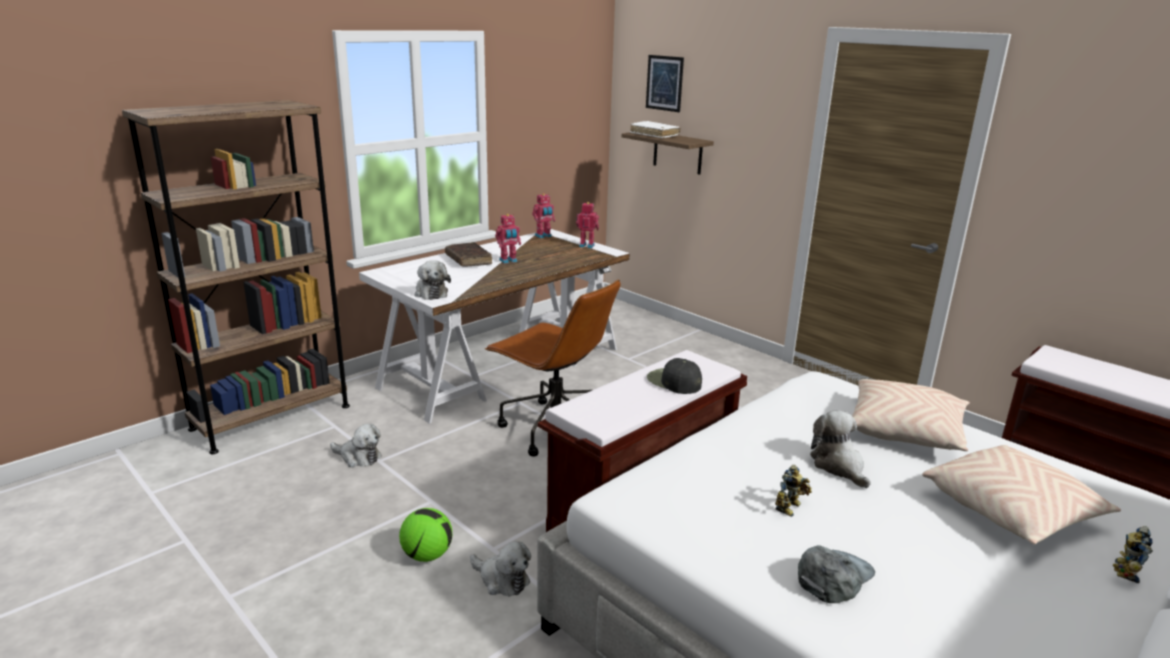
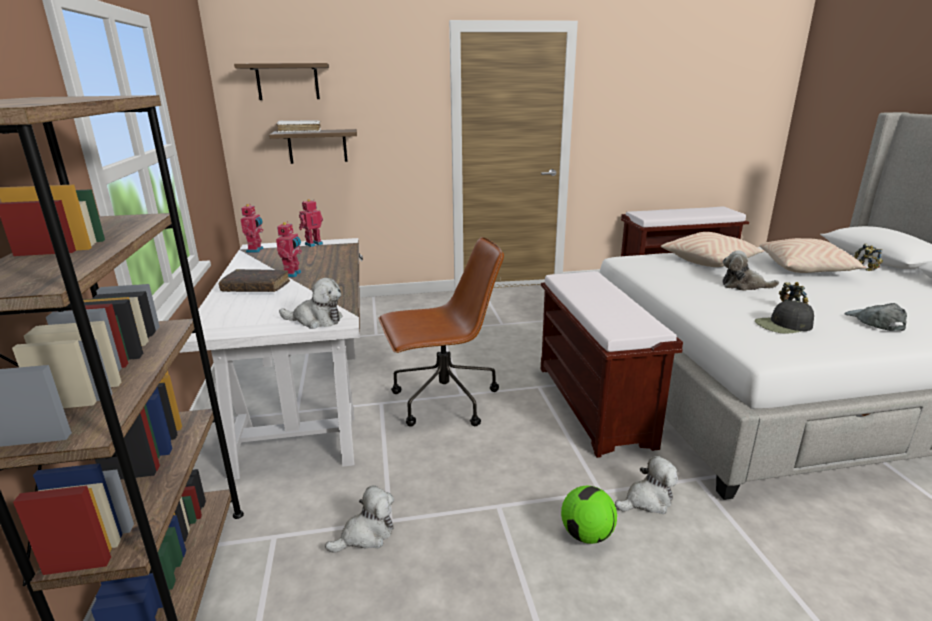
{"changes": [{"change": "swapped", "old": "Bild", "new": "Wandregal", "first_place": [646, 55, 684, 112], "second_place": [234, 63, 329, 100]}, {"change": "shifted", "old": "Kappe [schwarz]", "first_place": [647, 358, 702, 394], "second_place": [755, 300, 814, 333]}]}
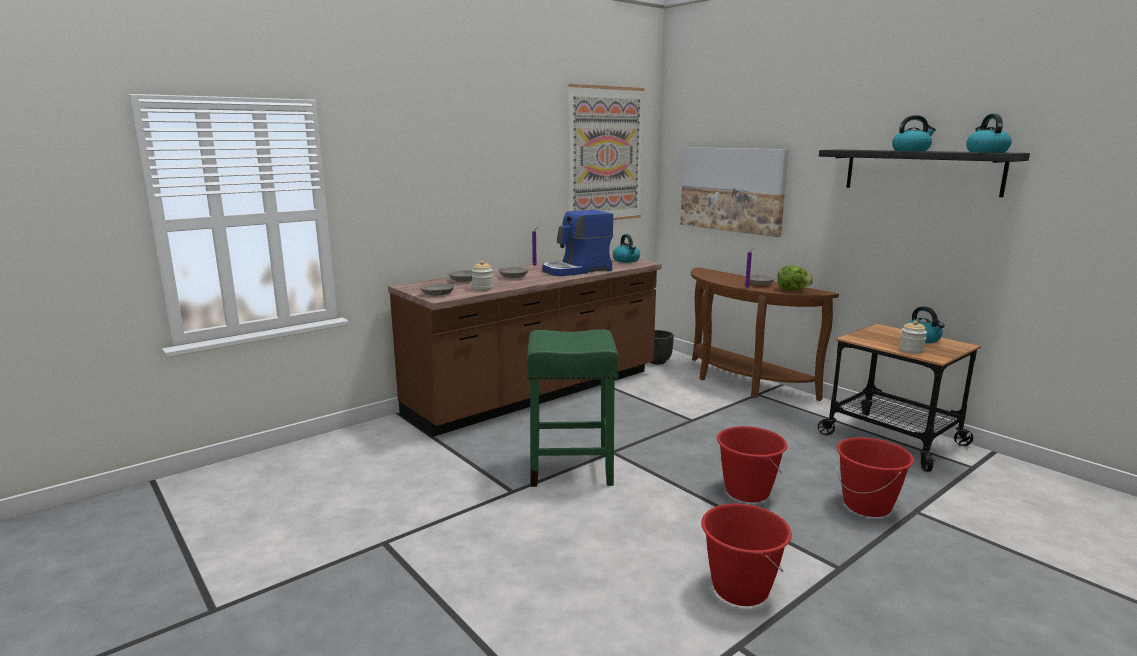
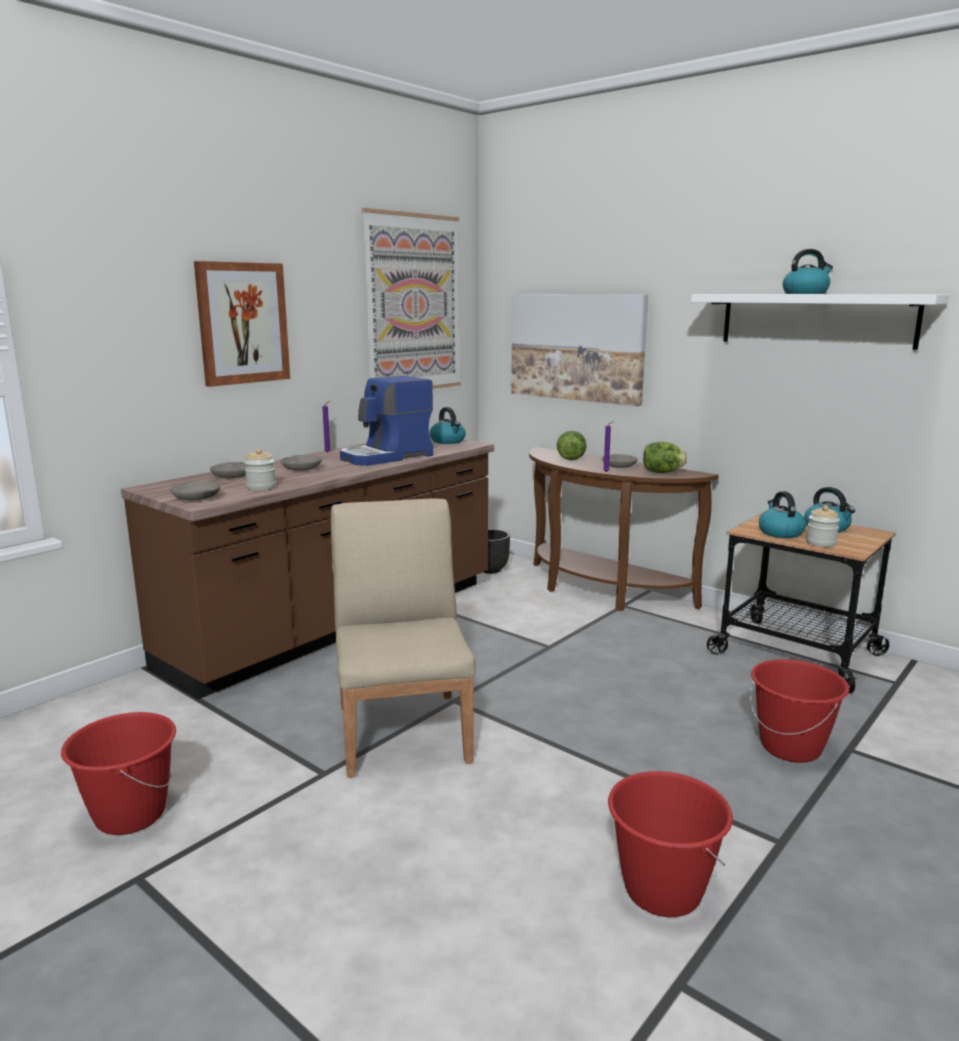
{"changes": [{"change": "shifted", "old": "Eimer [rot]", "first_place": [717, 426, 787, 502], "second_place": [61, 712, 176, 835]}, {"change": "new", "new": "Bild", "second_place": [194, 261, 290, 387]}, {"change": "swapped", "old": "Hocker [grün]", "new": "Stuhl [beige]", "first_place": [527, 329, 619, 487], "second_place": [331, 499, 476, 778]}, {"change": "new", "new": "Salatkopf", "second_place": [557, 430, 586, 460]}, {"change": "repainted", "old": "Wandregal [schwarz]", "new": "Wandregal [weiß]", "first_place": [819, 149, 1030, 197], "second_place": [691, 294, 949, 350]}, {"change": "shifted", "old": "Wasserkessel", "first_place": [966, 114, 1012, 153], "second_place": [759, 491, 806, 538]}]}
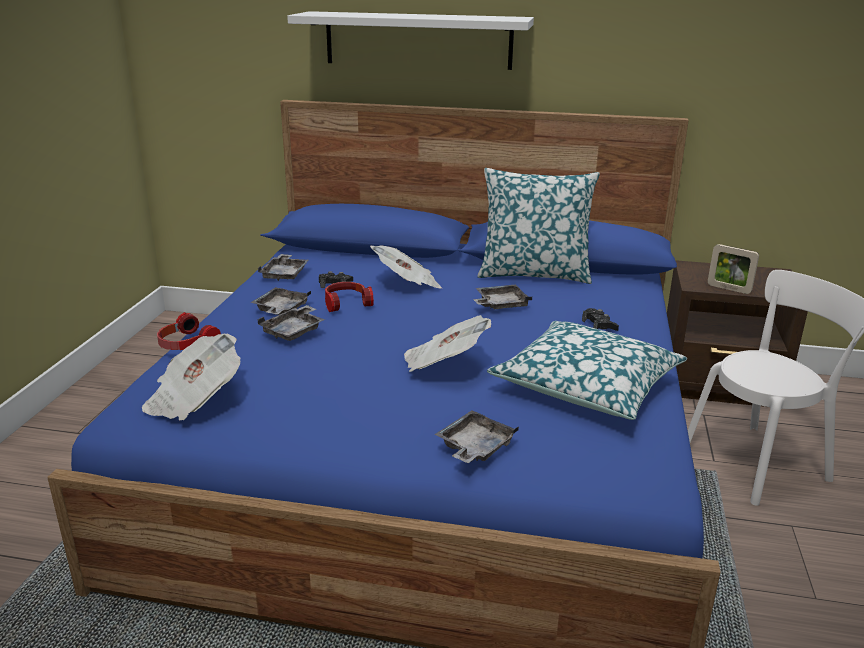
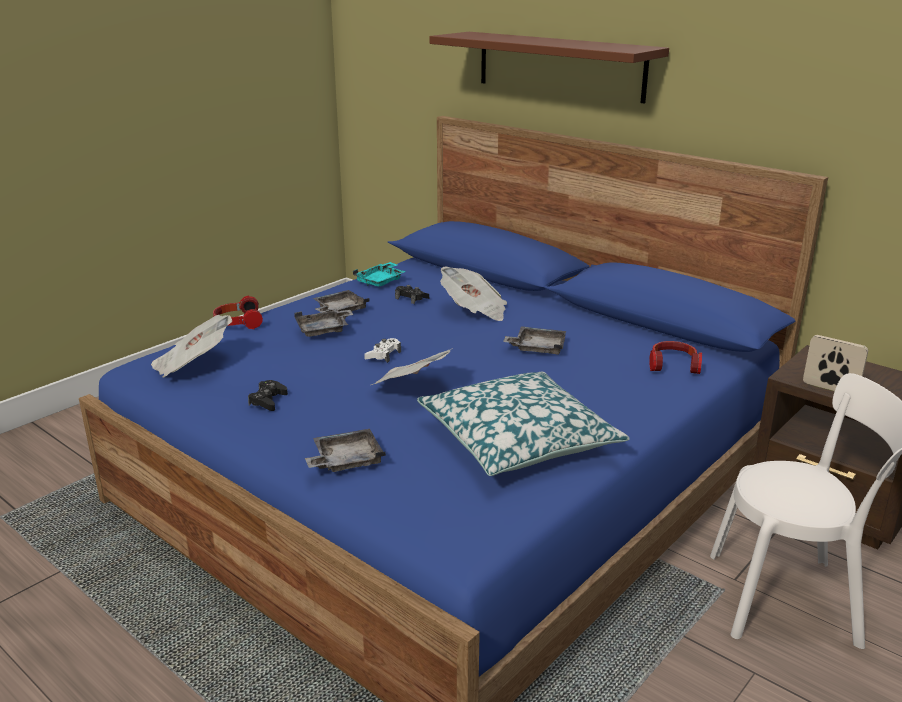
{"changes": [{"change": "shifted", "old": "Gamepad [schwarz]", "first_place": [582, 308, 619, 331], "second_place": [248, 380, 288, 411]}, {"change": "repainted", "old": "Tablett [grau]", "new": "Tablett [türkis]", "first_place": [258, 254, 309, 281], "second_place": [353, 262, 406, 286]}, {"change": "new", "new": "Gamepad [weiß]", "second_place": [364, 338, 401, 363]}, {"change": "repainted", "old": "Wandregal [weiß]", "new": "Wandregal [braun]", "first_place": [287, 11, 534, 70], "second_place": [429, 32, 669, 104]}, {"change": "shifted", "old": "Kopfhörer", "first_place": [325, 282, 374, 312], "second_place": [649, 341, 702, 374]}, {"change": "rotated", "old": "Bilderrahmen", "first_place": [708, 244, 759, 294], "second_place": [803, 335, 868, 391], "degrees": 150}, {"change": "gone", "old": "Kissen", "first_place": [477, 168, 600, 284]}]}
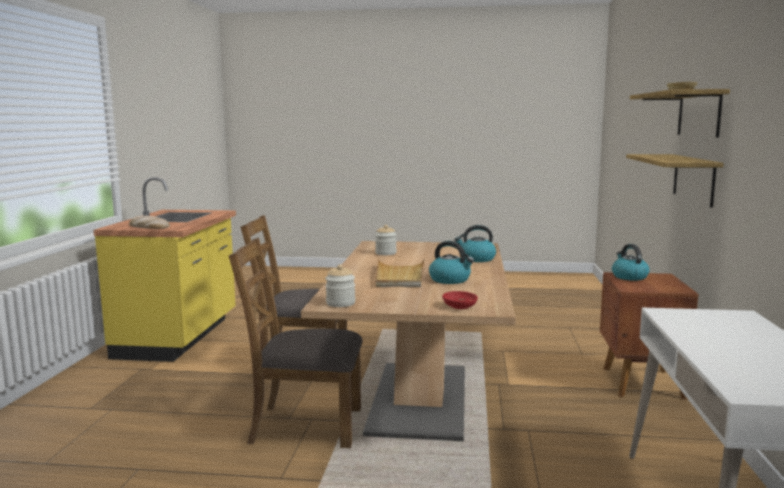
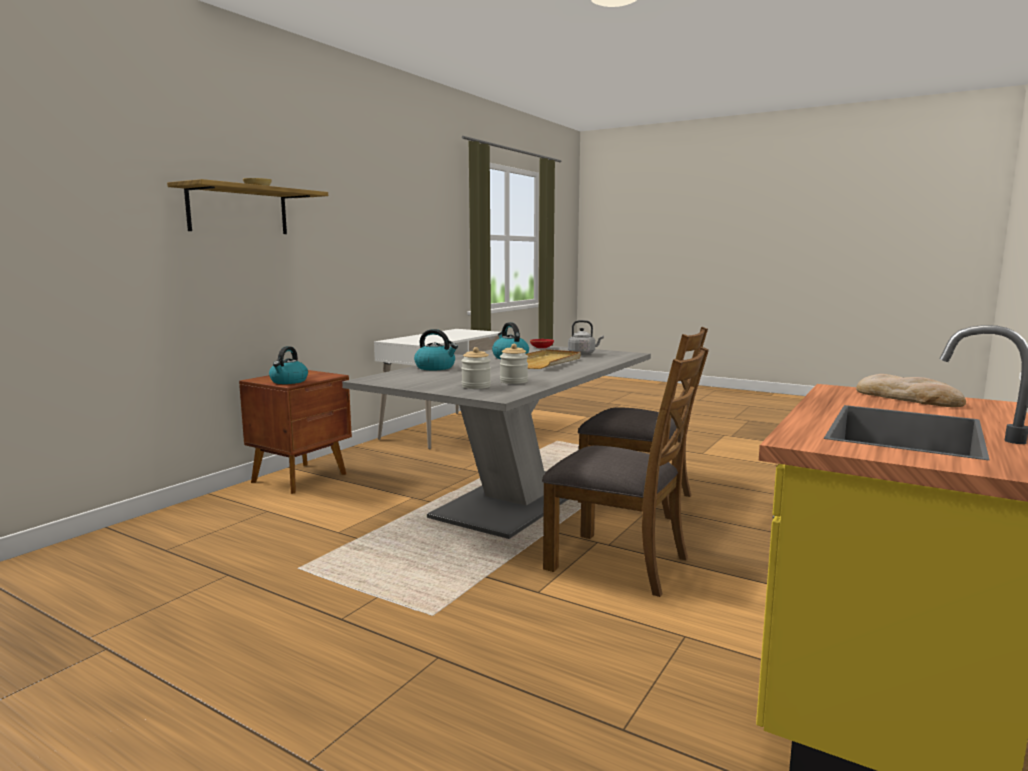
{"changes": [{"change": "repainted", "old": "Esstisch [braun]", "new": "Esstisch [grau]", "first_place": [301, 241, 516, 441], "second_place": [342, 344, 651, 539]}, {"change": "shifted", "old": "Vorratsglas", "first_place": [325, 264, 355, 307], "second_place": [461, 347, 491, 389]}, {"change": "new", "new": "Wasserkessel [grau]", "second_place": [568, 320, 604, 355]}, {"change": "gone", "old": "Wandregal", "first_place": [626, 154, 724, 208]}]}
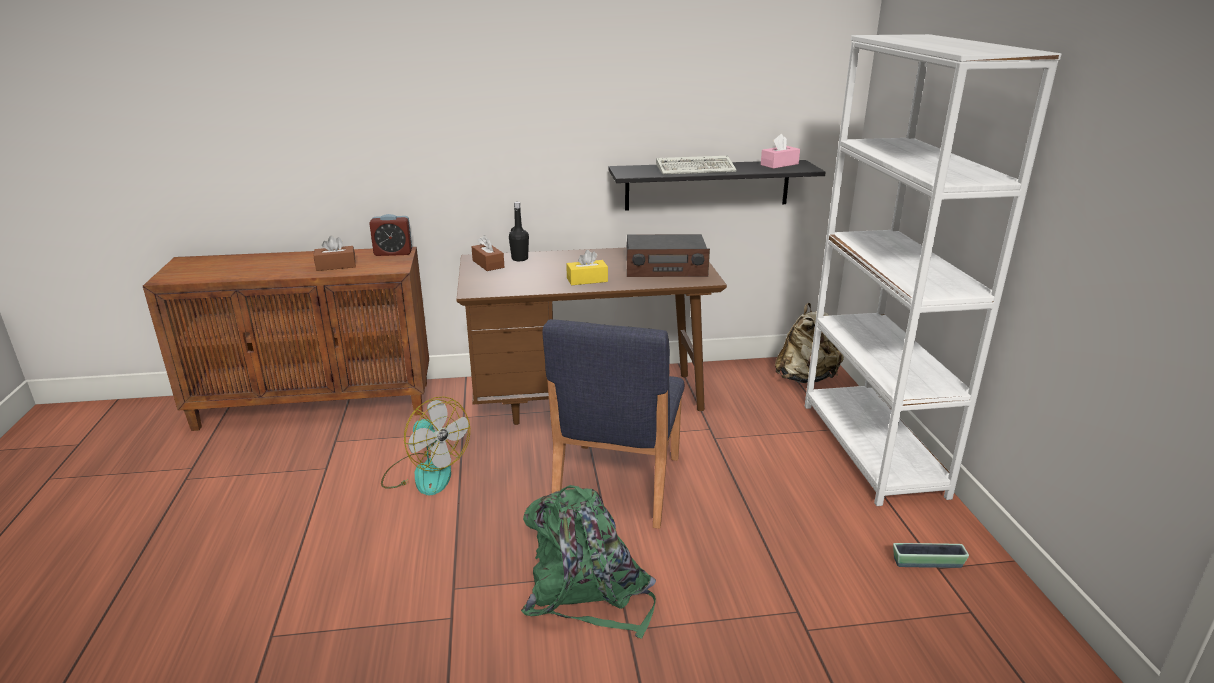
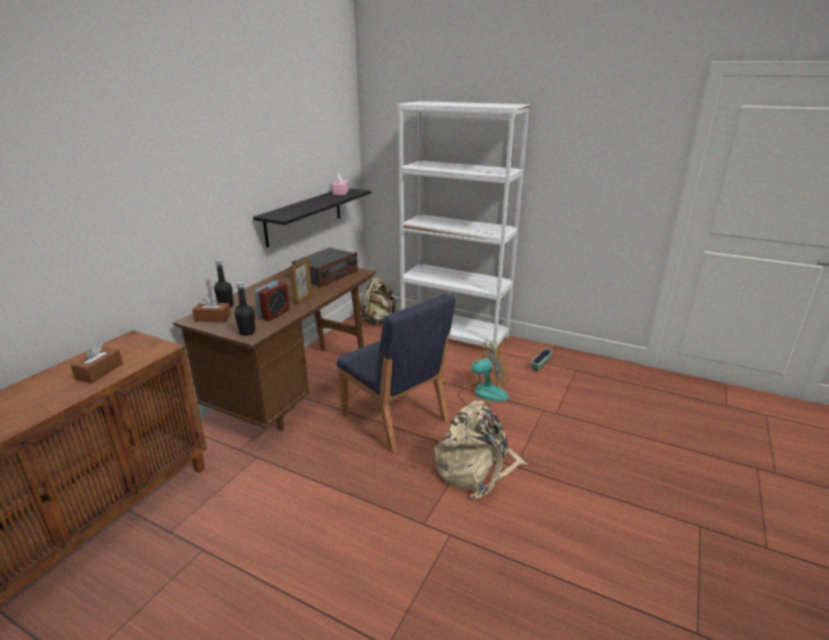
{"changes": [{"change": "new", "new": "Flasche [schwarz]", "second_place": [235, 282, 255, 336]}, {"change": "shifted", "old": "Wecker", "first_place": [369, 214, 412, 256], "second_place": [255, 281, 289, 321]}, {"change": "swapped", "old": "Taschentuchbox [gelb]", "new": "Bilderrahmen", "first_place": [567, 250, 608, 285], "second_place": [290, 257, 312, 305]}, {"change": "repainted", "old": "Rucksack [grün]", "new": "Rucksack [beige]", "first_place": [521, 485, 656, 639], "second_place": [435, 400, 527, 500]}, {"change": "shifted", "old": "Ventilator", "first_place": [381, 396, 470, 495], "second_place": [458, 340, 509, 409]}, {"change": "gone", "old": "Tastatur", "first_place": [656, 156, 737, 174]}]}
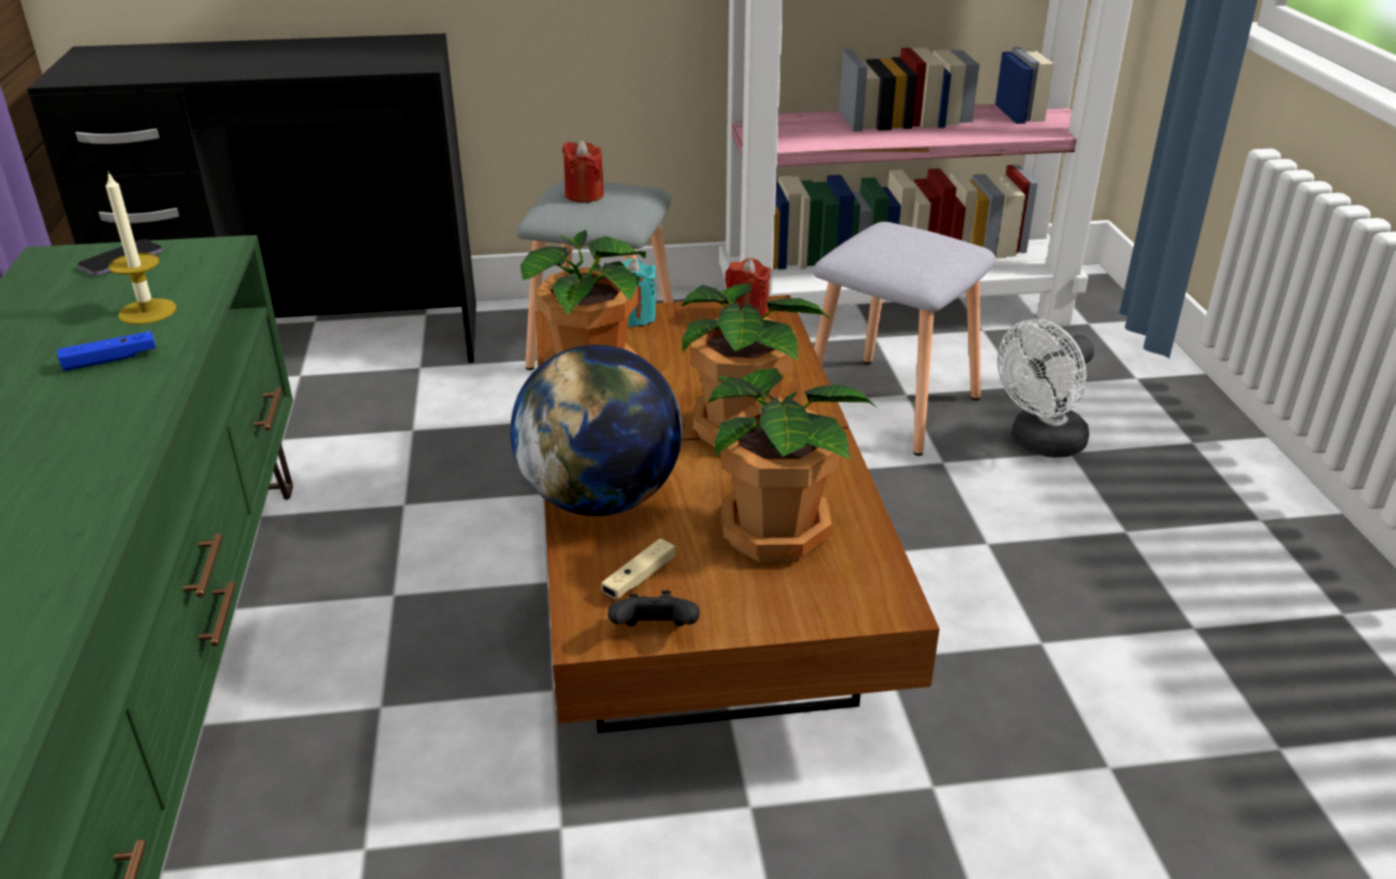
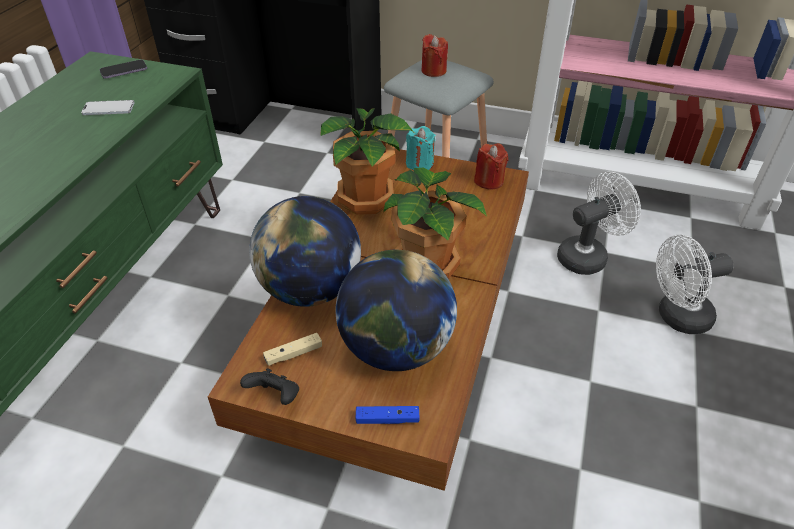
{"changes": [{"change": "swapped", "old": "Kerze", "new": "Handy", "first_place": [106, 171, 176, 325], "second_place": [81, 100, 135, 115]}, {"change": "swapped", "old": "Topfpflanze", "new": "Globus", "first_place": [707, 368, 876, 563], "second_place": [335, 250, 457, 371]}, {"change": "shifted", "old": "Gamepad [blau]", "first_place": [57, 331, 156, 371], "second_place": [356, 406, 419, 424]}, {"change": "swapped", "old": "Hocker [grau]", "new": "Ventilator [weiß]", "first_place": [813, 222, 996, 456], "second_place": [557, 172, 641, 275]}]}
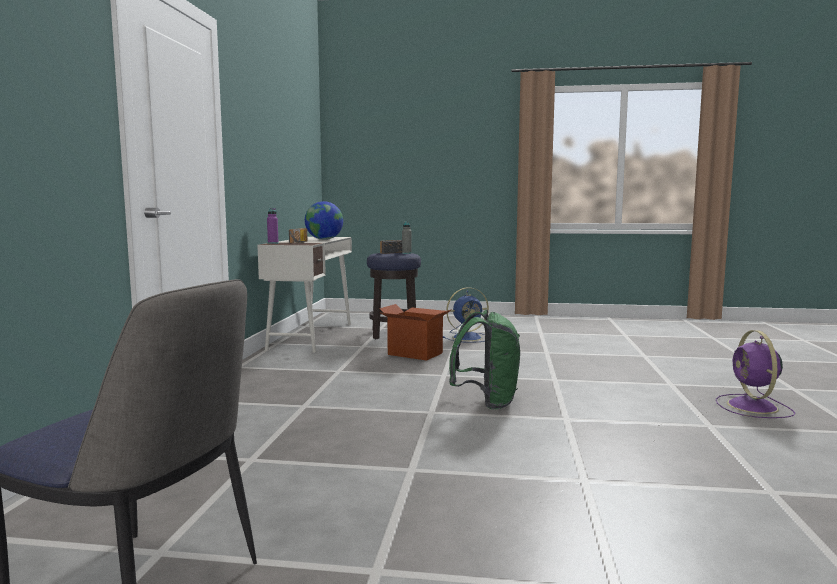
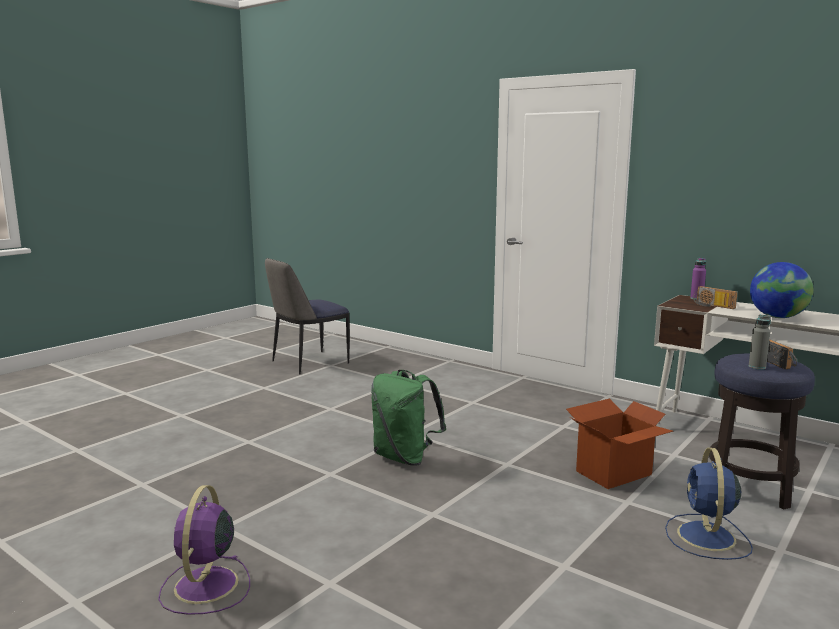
{"changes": [{"change": "rotated", "old": "Ventilator [lila]", "first_place": [716, 330, 795, 418], "second_place": [158, 485, 250, 615], "degrees": -120}]}
